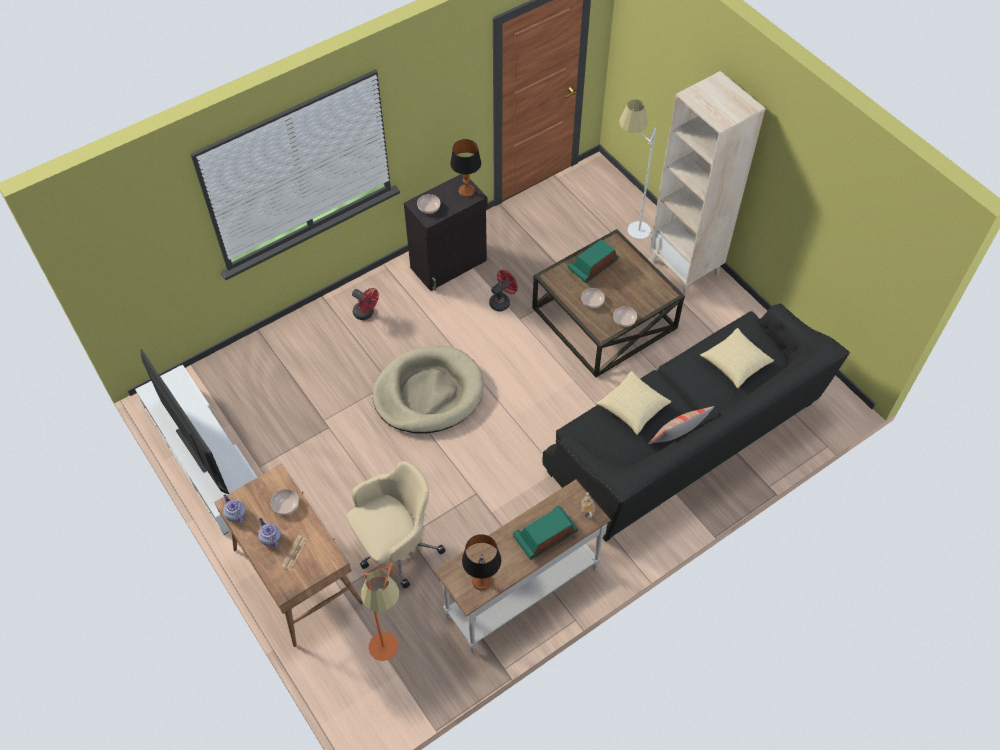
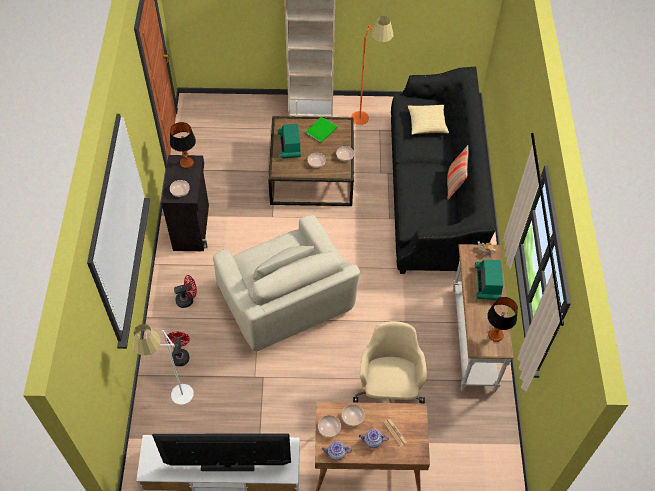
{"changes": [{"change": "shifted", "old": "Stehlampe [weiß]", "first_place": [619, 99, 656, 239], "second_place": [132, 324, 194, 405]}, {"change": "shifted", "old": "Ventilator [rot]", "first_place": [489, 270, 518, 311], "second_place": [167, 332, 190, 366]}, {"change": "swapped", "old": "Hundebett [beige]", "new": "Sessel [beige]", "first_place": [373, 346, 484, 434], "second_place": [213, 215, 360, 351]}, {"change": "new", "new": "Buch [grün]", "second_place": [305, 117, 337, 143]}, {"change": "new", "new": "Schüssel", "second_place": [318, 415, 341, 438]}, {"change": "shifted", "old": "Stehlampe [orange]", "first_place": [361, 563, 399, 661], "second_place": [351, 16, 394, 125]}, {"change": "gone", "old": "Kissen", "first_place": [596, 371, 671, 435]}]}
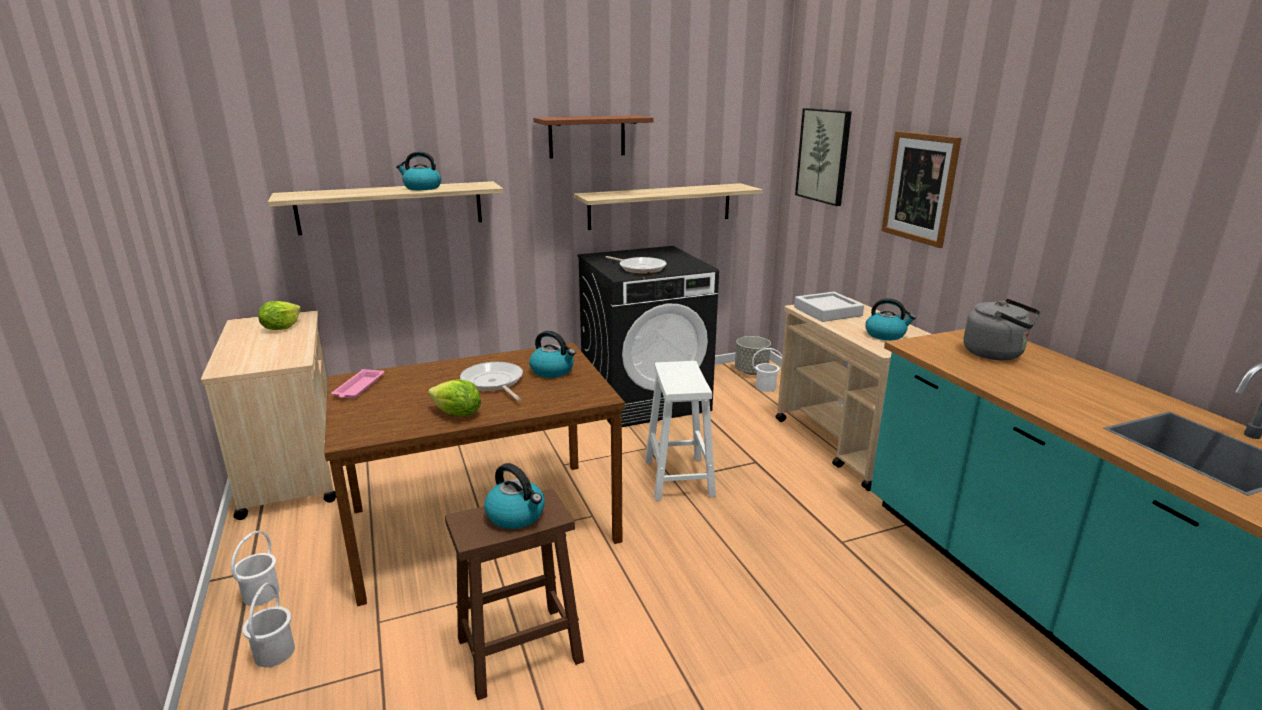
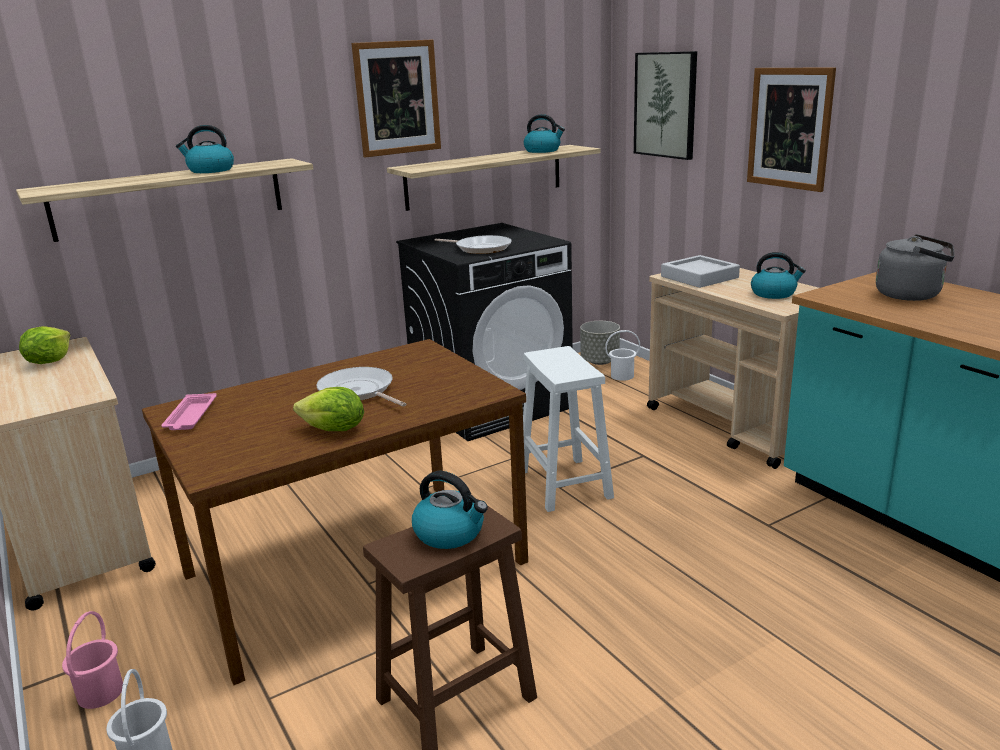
{"changes": [{"change": "repainted", "old": "Eimer [weiß]", "new": "Eimer [rosa]", "first_place": [231, 531, 280, 606], "second_place": [62, 611, 123, 709]}, {"change": "swapped", "old": "Wandregal [braun]", "new": "Bild", "first_place": [533, 115, 654, 158], "second_place": [351, 39, 441, 157]}, {"change": "shifted", "old": "Wasserkessel", "first_place": [529, 331, 576, 378], "second_place": [524, 114, 565, 153]}]}
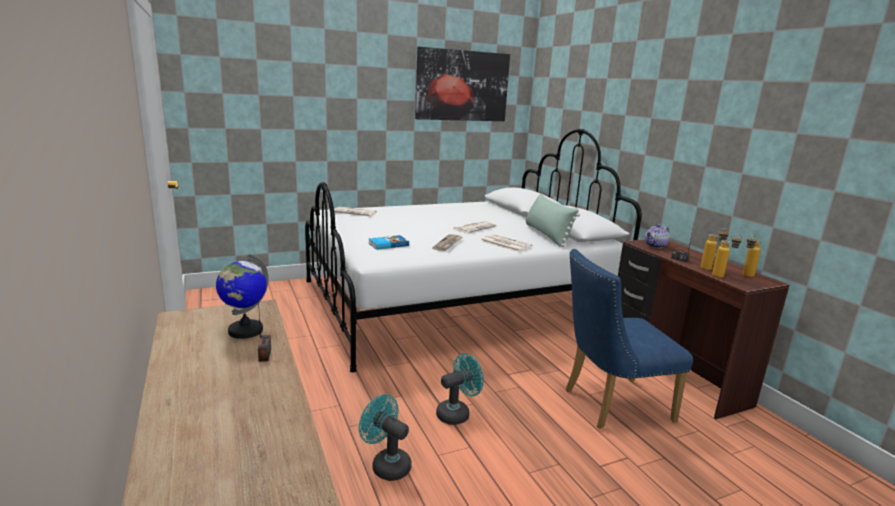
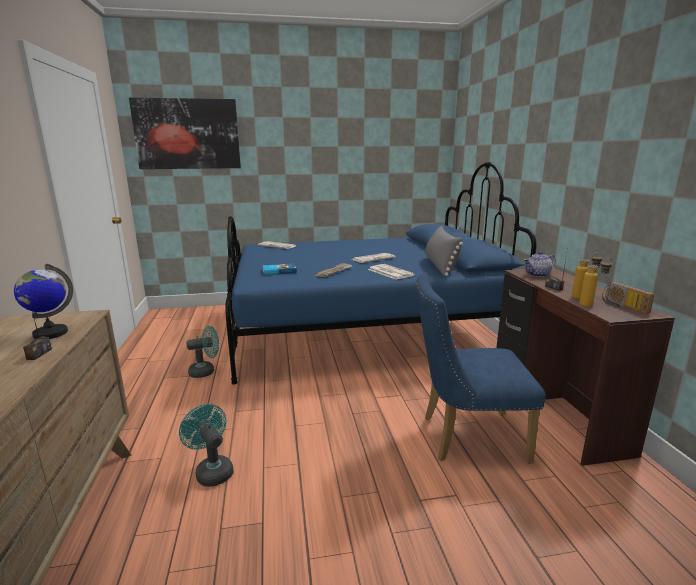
{"changes": [{"change": "shifted", "old": "Bild", "first_place": [415, 47, 510, 121], "second_place": [129, 98, 241, 169]}, {"change": "shifted", "old": "Ventilator [türkis]", "first_place": [436, 353, 484, 425], "second_place": [186, 326, 219, 378]}, {"change": "repainted", "old": "Bett [weiß]", "new": "Bett [blau]", "first_place": [305, 129, 642, 373], "second_place": [225, 162, 537, 385]}, {"change": "repainted", "old": "Kissen [grün]", "new": "Kissen [grau]", "first_place": [526, 193, 580, 247], "second_place": [425, 226, 463, 276]}, {"change": "swapped", "old": "Flasche", "new": "Radio", "first_place": [742, 234, 761, 277], "second_place": [602, 282, 654, 314]}]}
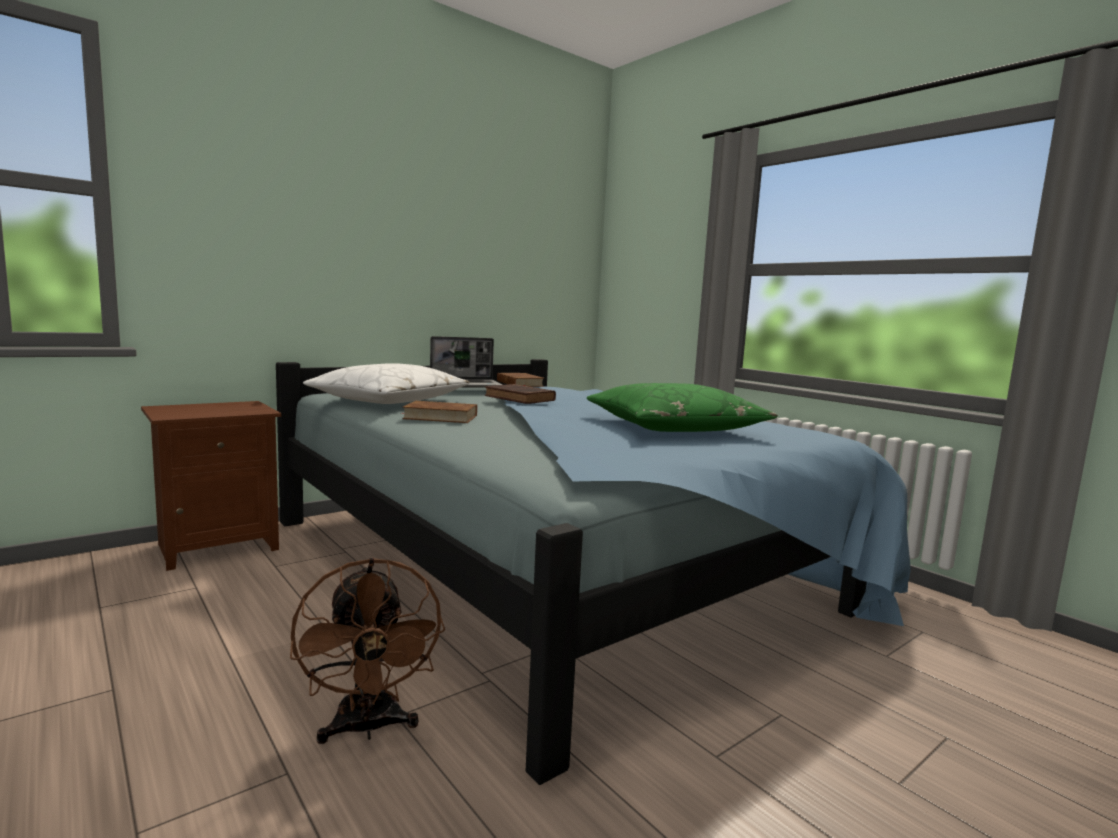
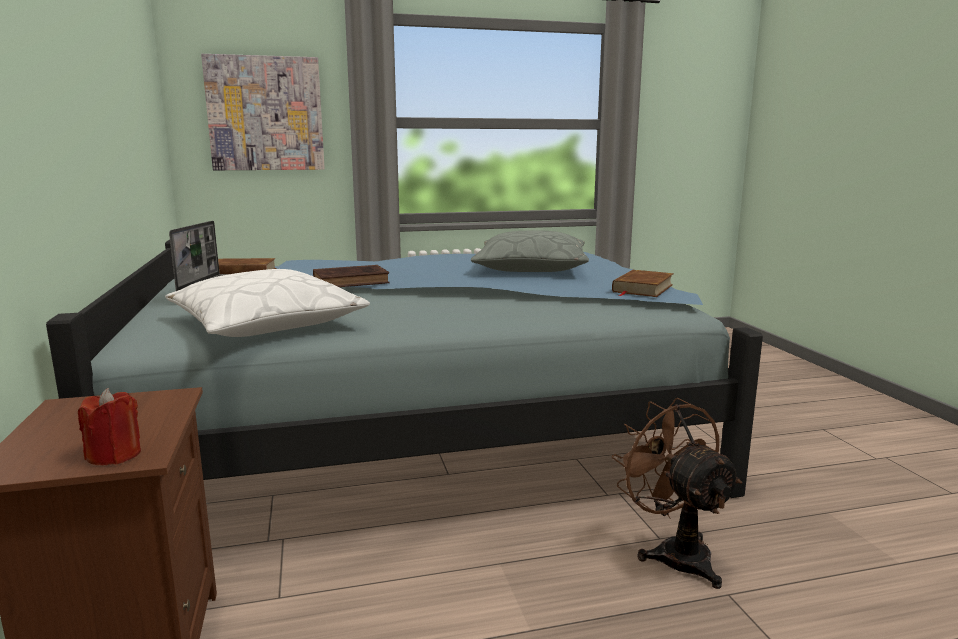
{"changes": [{"change": "new", "new": "Kerze [rot]", "second_place": [78, 388, 141, 465]}, {"change": "new", "new": "Bild", "second_place": [201, 54, 325, 170]}, {"change": "repainted", "old": "Kissen [grün]", "new": "Kissen [grau]", "first_place": [587, 383, 778, 432], "second_place": [471, 231, 589, 272]}, {"change": "shifted", "old": "Buch [braun]", "first_place": [402, 401, 477, 423], "second_place": [612, 270, 674, 297]}, {"change": "rotated", "old": "Ventilator [braun]", "first_place": [290, 557, 445, 744], "second_place": [612, 398, 742, 589], "degrees": -120}]}
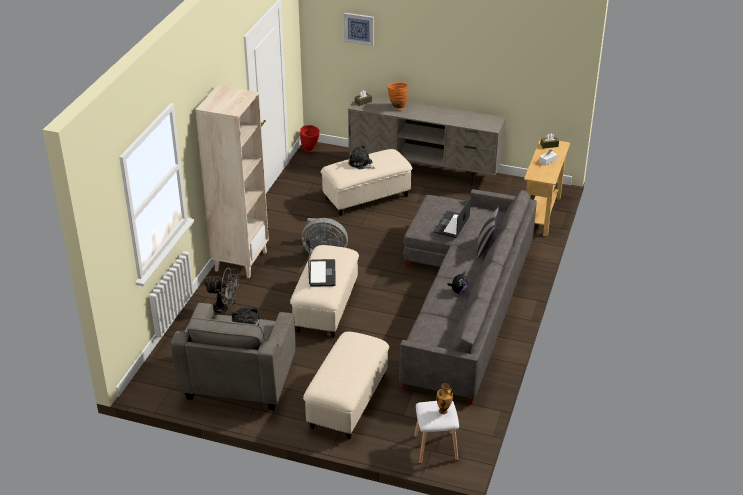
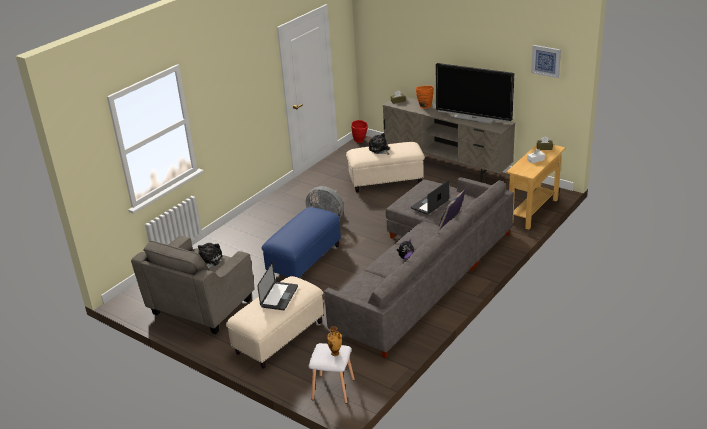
{"changes": [{"change": "shifted", "old": "Laptop", "first_place": [308, 241, 336, 287], "second_place": [257, 262, 298, 310]}, {"change": "repainted", "old": "Polsterhocker [beige]", "new": "Polsterhocker [blau]", "first_place": [290, 245, 359, 338], "second_place": [261, 207, 341, 278]}, {"change": "new", "new": "Fernseher", "second_place": [436, 63, 514, 124]}, {"change": "shifted", "old": "Bild", "first_place": [344, 13, 374, 46], "second_place": [531, 45, 561, 78]}, {"change": "gone", "old": "Bücherregal [beige]", "first_place": [195, 85, 269, 278]}, {"change": "gone", "old": "Ventilator [grau]", "first_place": [205, 268, 239, 315]}]}
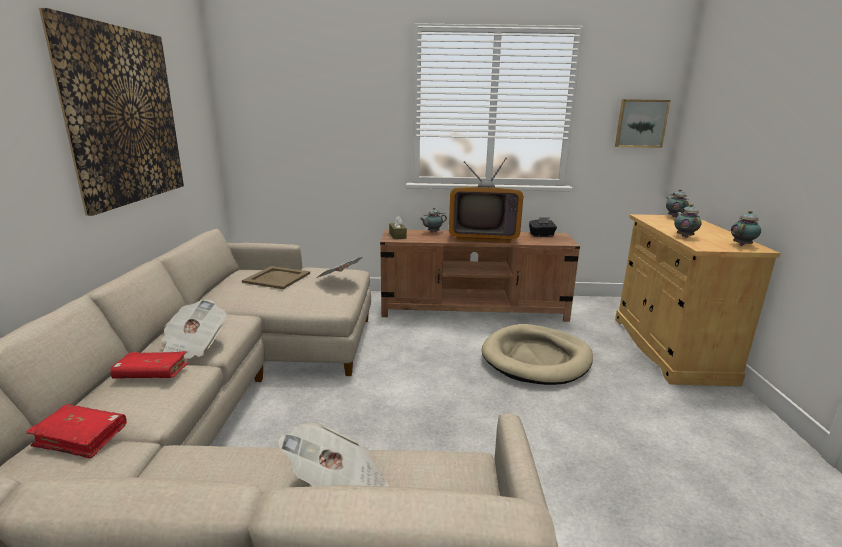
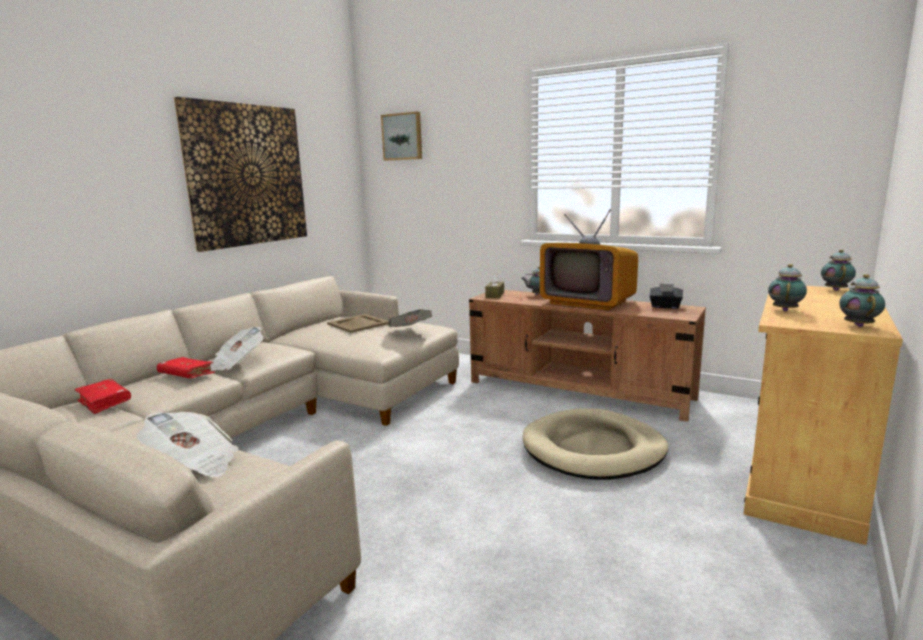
{"changes": [{"change": "shifted", "old": "Bild", "first_place": [615, 99, 671, 148], "second_place": [381, 112, 422, 161]}, {"change": "rotated", "old": "Teekanne", "first_place": [731, 211, 761, 246], "second_place": [839, 274, 885, 327], "degrees": -60}]}
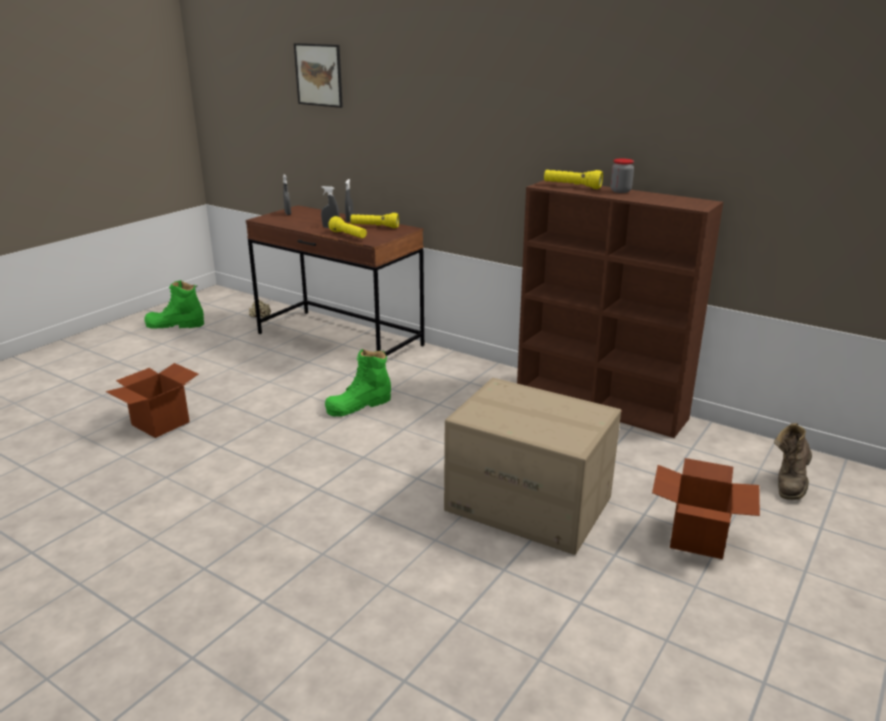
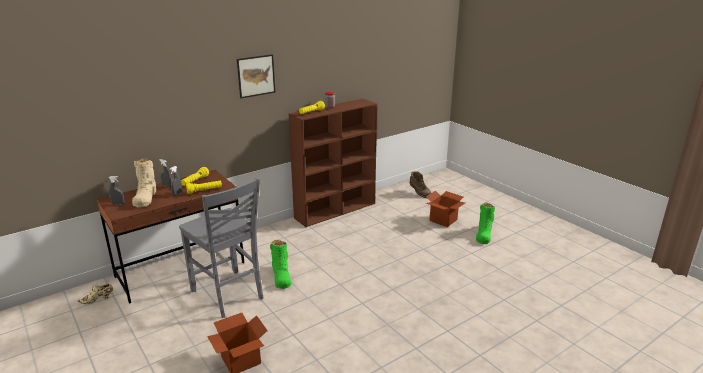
{"changes": [{"change": "new", "new": "Stiefel [beige]", "second_place": [132, 158, 156, 208]}, {"change": "new", "new": "Stuhl [grau]", "second_place": [179, 178, 263, 318]}, {"change": "shifted", "old": "Bild", "first_place": [294, 43, 343, 108], "second_place": [237, 54, 275, 98]}, {"change": "shifted", "old": "Stiefel [grün]", "first_place": [144, 280, 204, 329], "second_place": [476, 203, 495, 244]}, {"change": "gone", "old": "Karton", "first_place": [444, 378, 621, 555]}]}
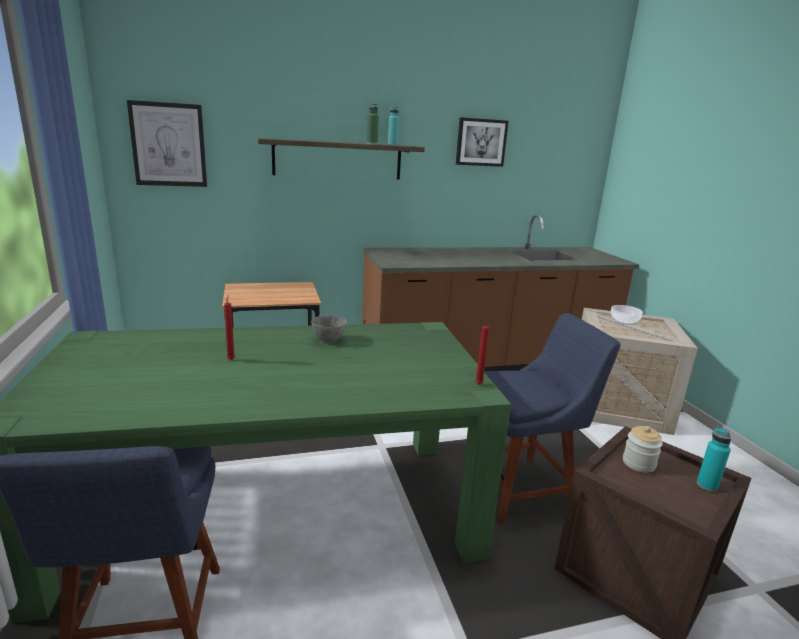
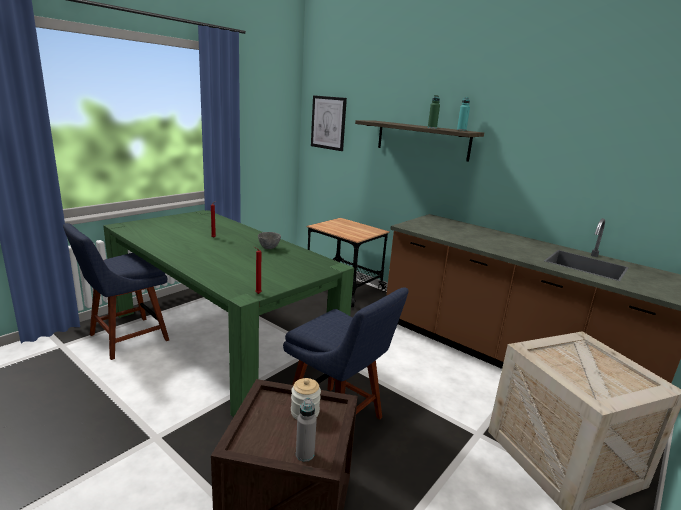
{"changes": [{"change": "repainted", "old": "Flasche [türkis]", "new": "Flasche [grau]", "first_place": [697, 427, 731, 492], "second_place": [296, 398, 317, 462]}, {"change": "gone", "old": "Bild", "first_place": [456, 117, 509, 167]}, {"change": "gone", "old": "Schüssel", "first_place": [611, 305, 643, 325]}]}
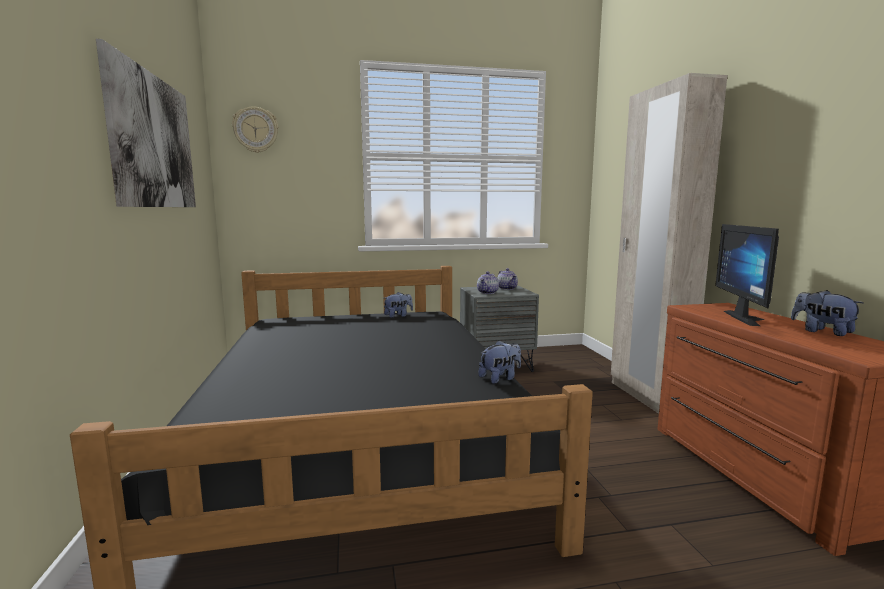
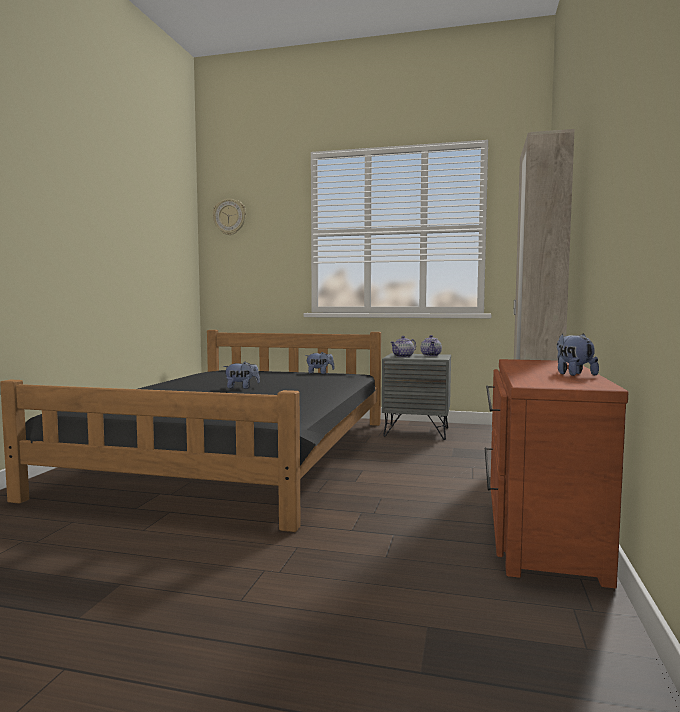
{"changes": [{"change": "shifted", "old": "Plüschtier", "first_place": [478, 340, 521, 384], "second_place": [223, 362, 260, 389]}, {"change": "gone", "old": "Bild", "first_place": [96, 39, 196, 207]}, {"change": "gone", "old": "Monitor", "first_place": [715, 224, 779, 326]}]}
